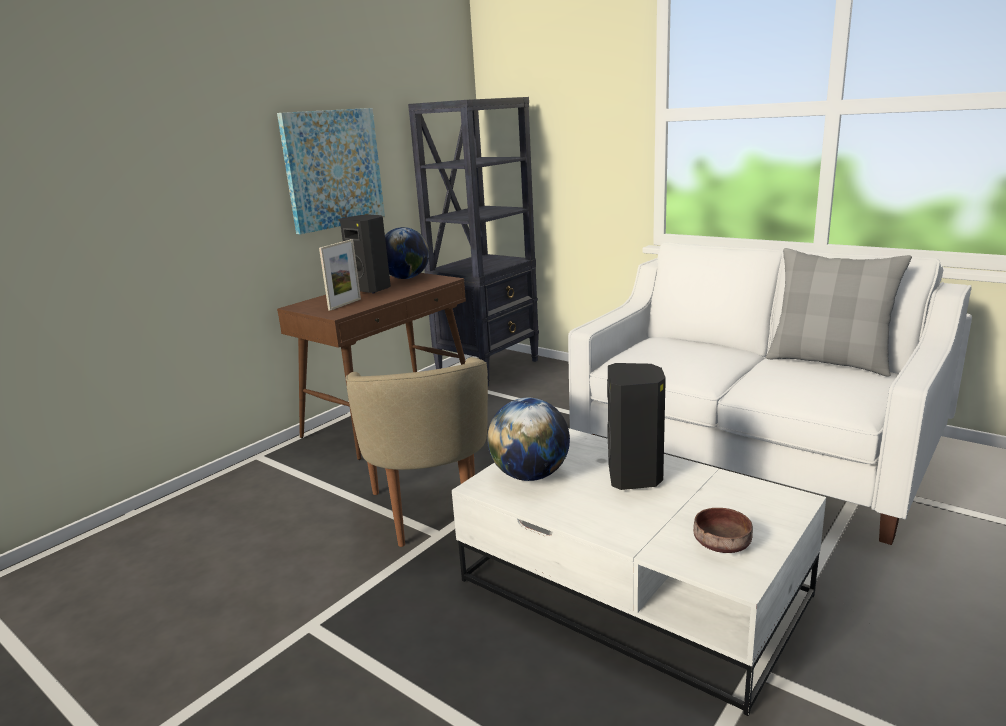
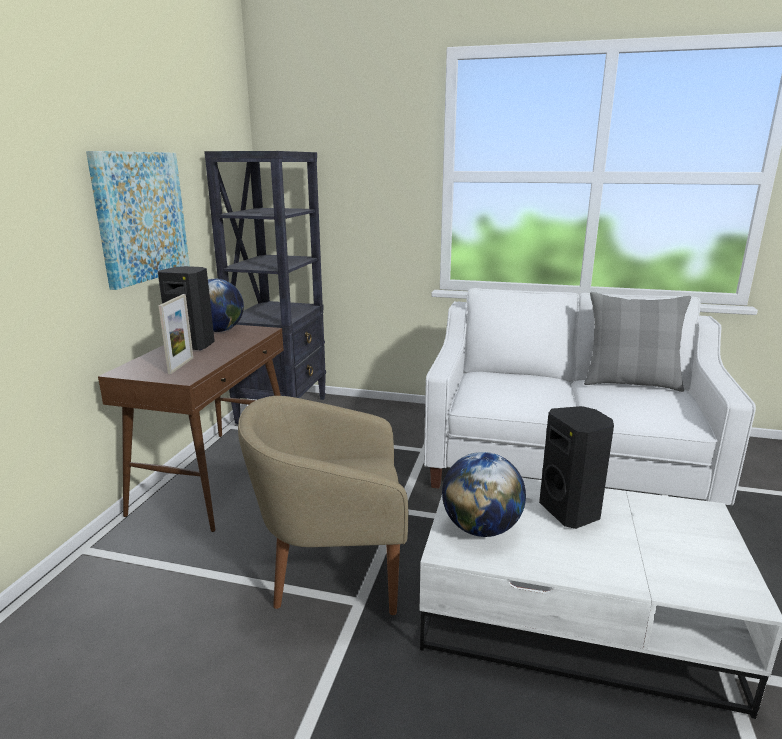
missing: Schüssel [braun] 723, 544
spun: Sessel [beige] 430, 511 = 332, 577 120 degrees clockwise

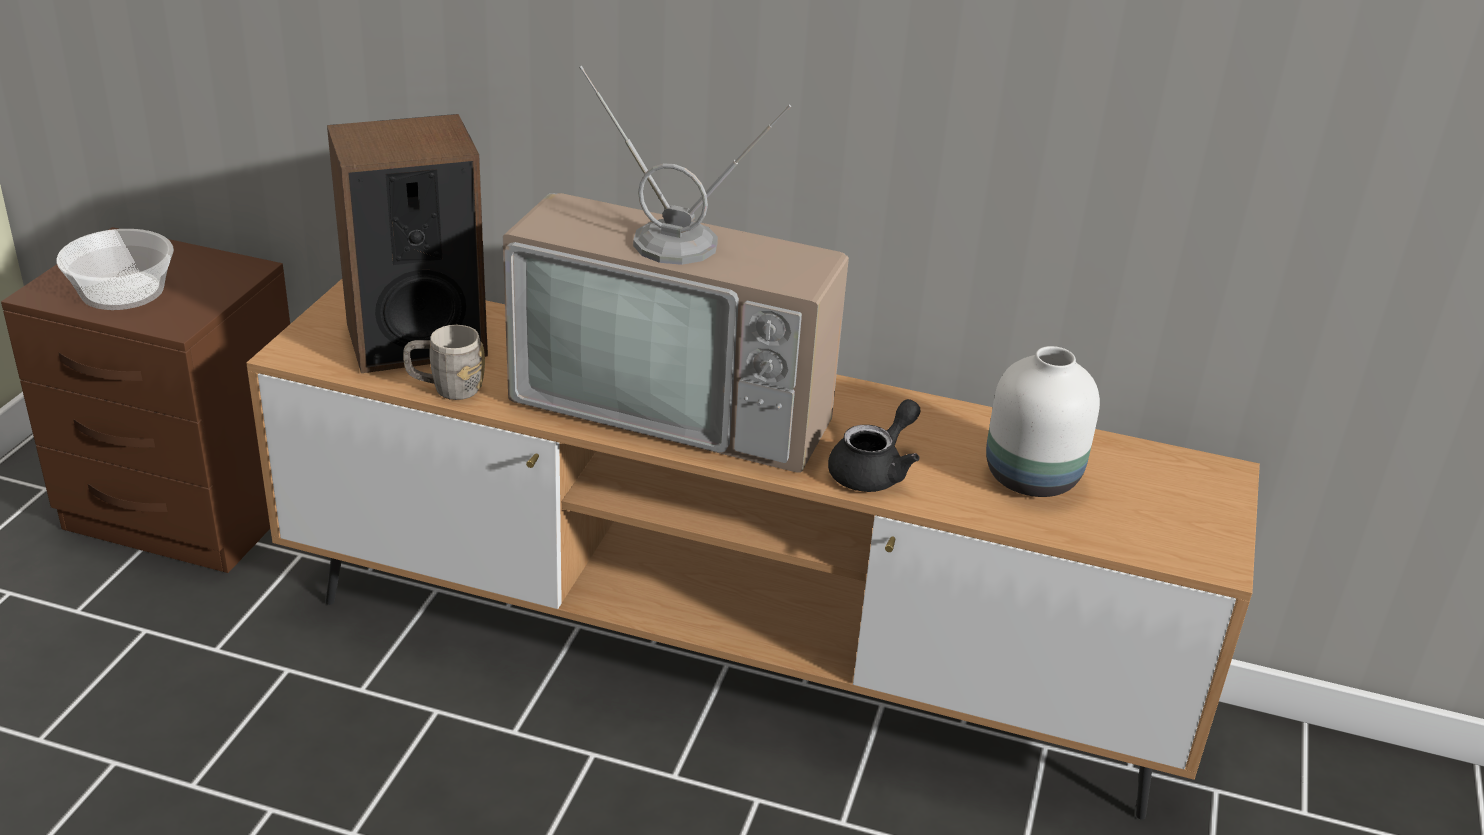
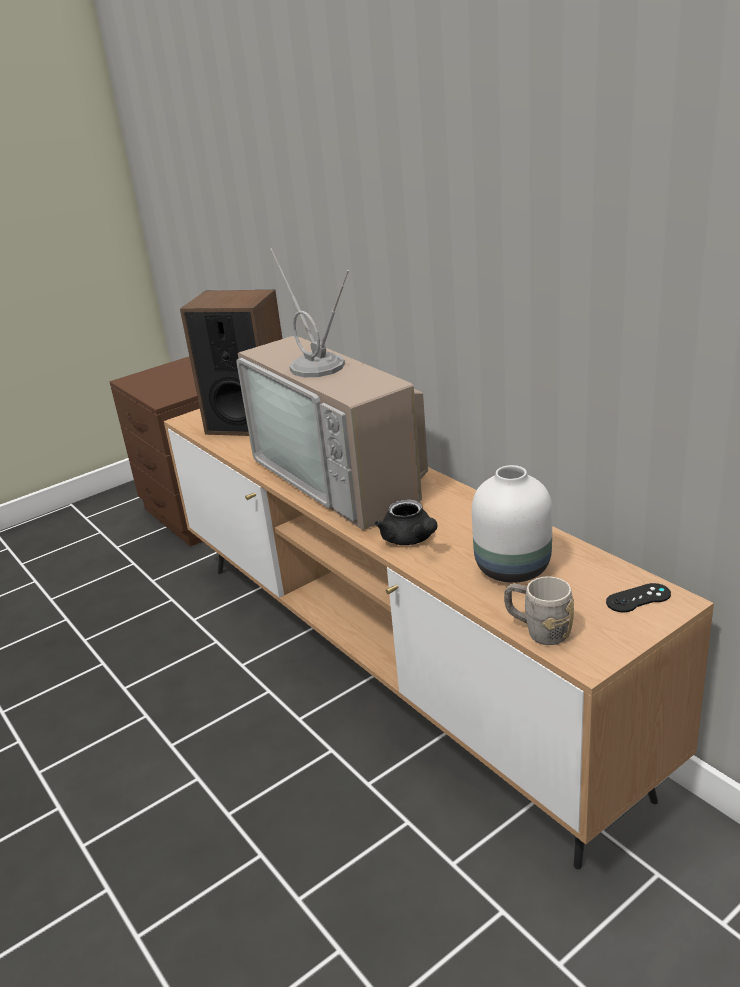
missing: Schüssel 121, 290
appeared: Gamepad [schwarz] 638, 598
relocated: Henkelbecher [grau] 446, 389 to 538, 631
spun: Teekanne [schwarz] 874, 471 = 410, 539 75 degrees clockwise

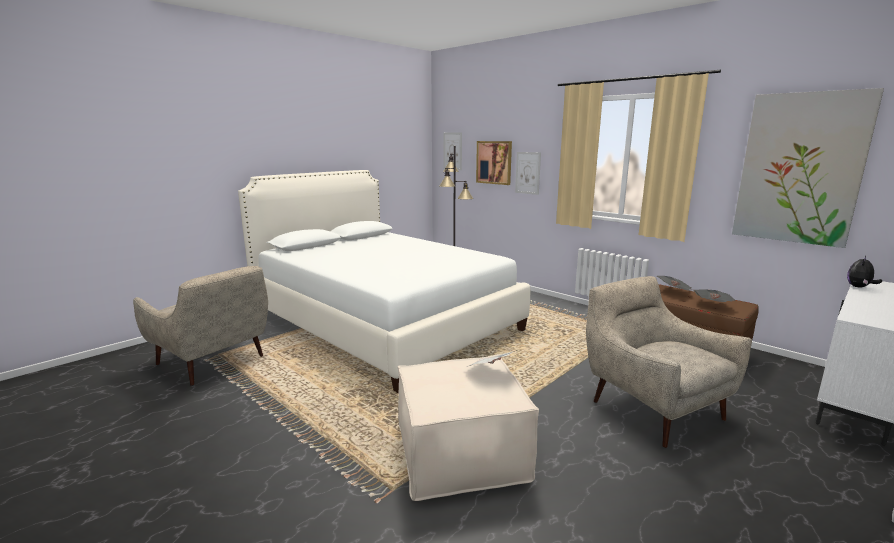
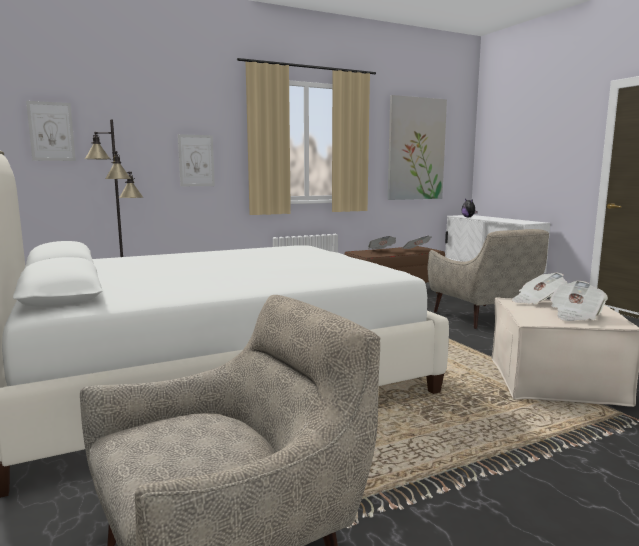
missing: Bild 494, 162
appeared: Zeitung 575, 315
spun: Sessel [beige] 651, 407 = 483, 318 105 degrees counterclockwise

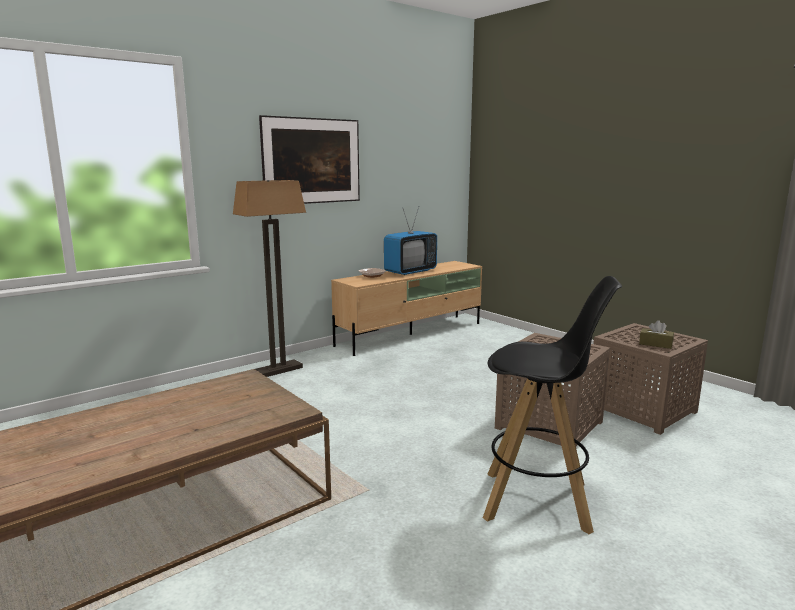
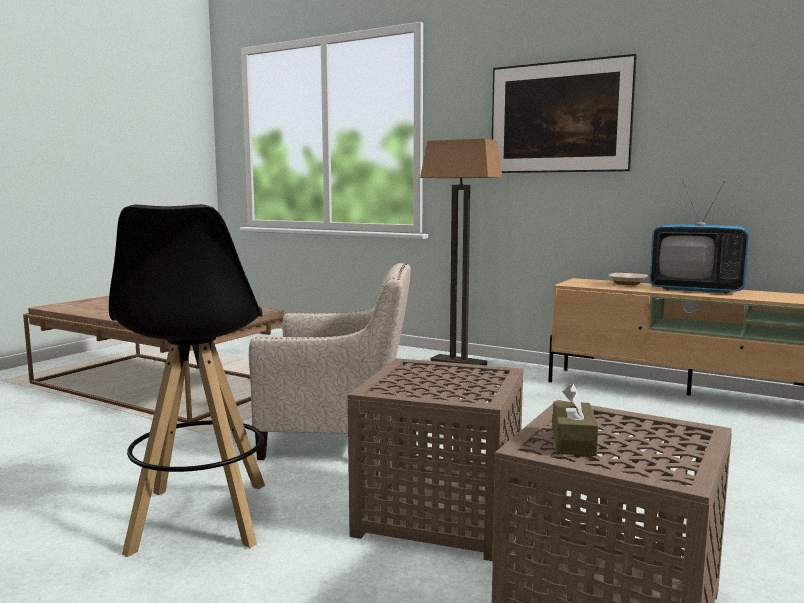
appeared: Sessel [beige] 338, 438

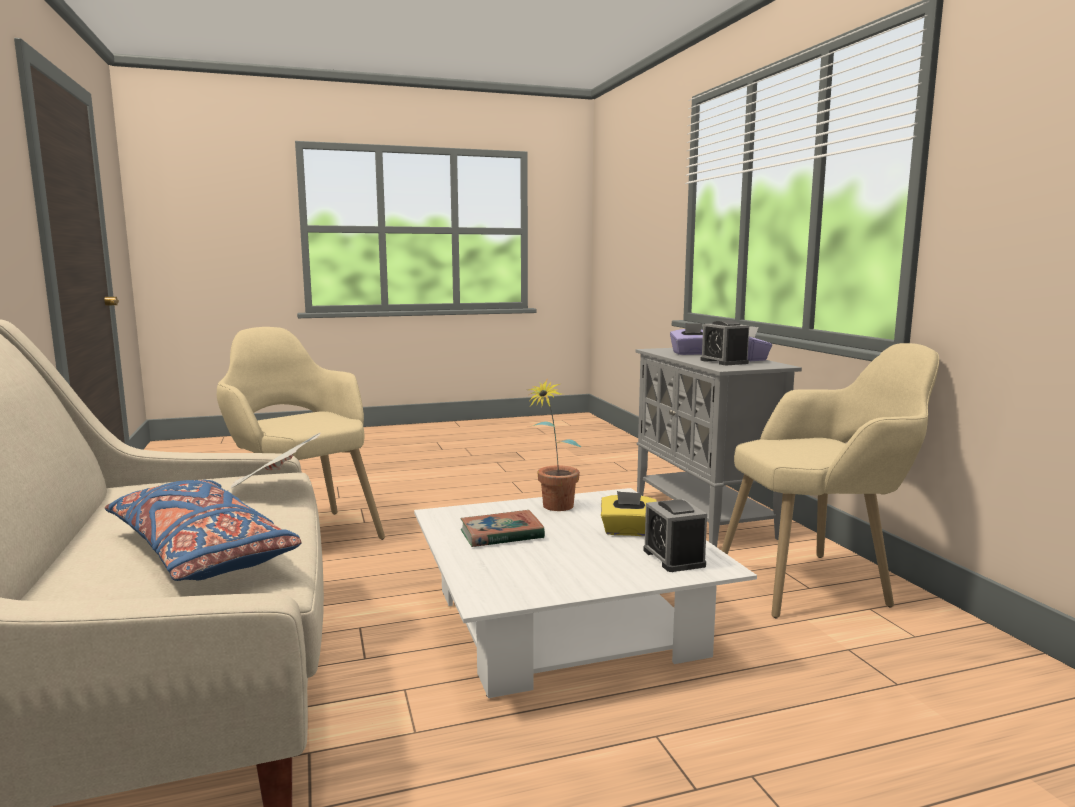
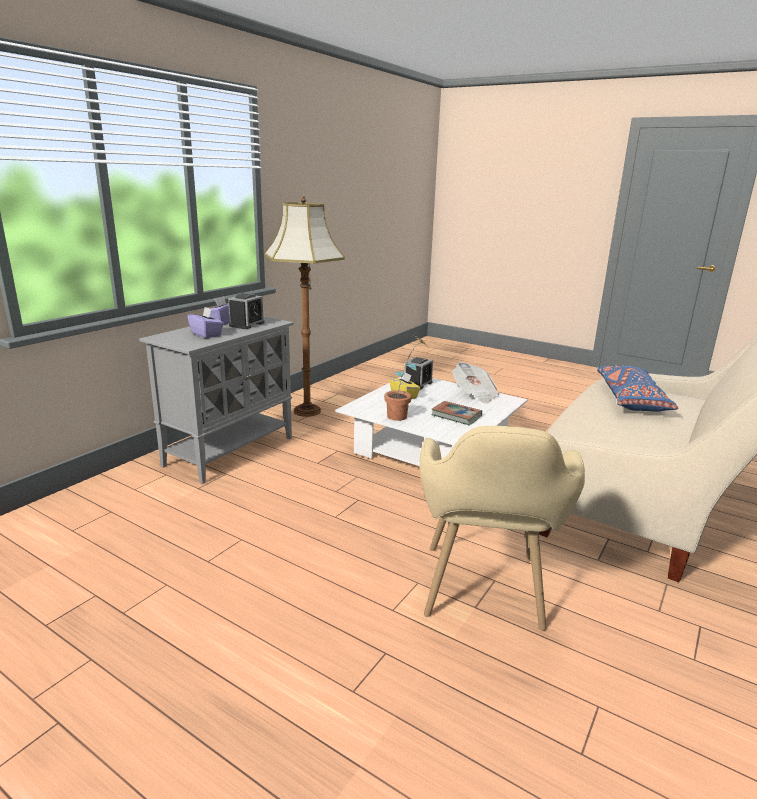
relocated: Zeitung 273, 488 to 474, 395
exchanged: Sessel [beige] 820, 583 to Stehlampe 306, 411

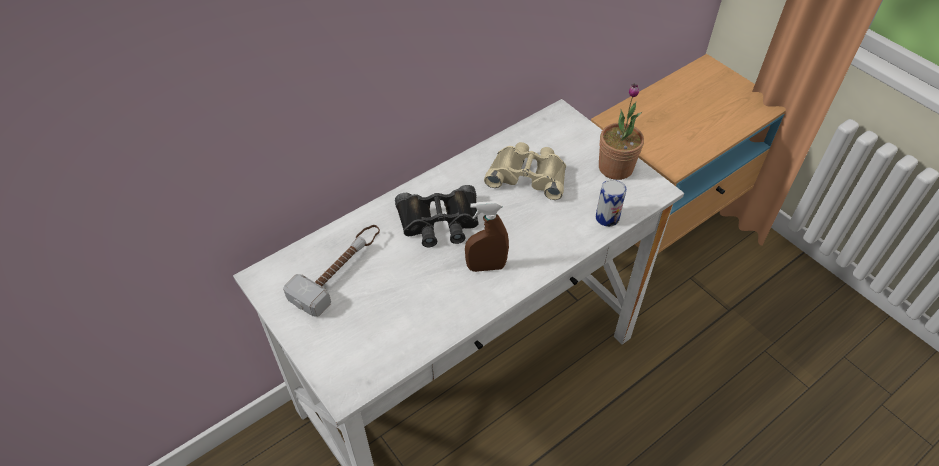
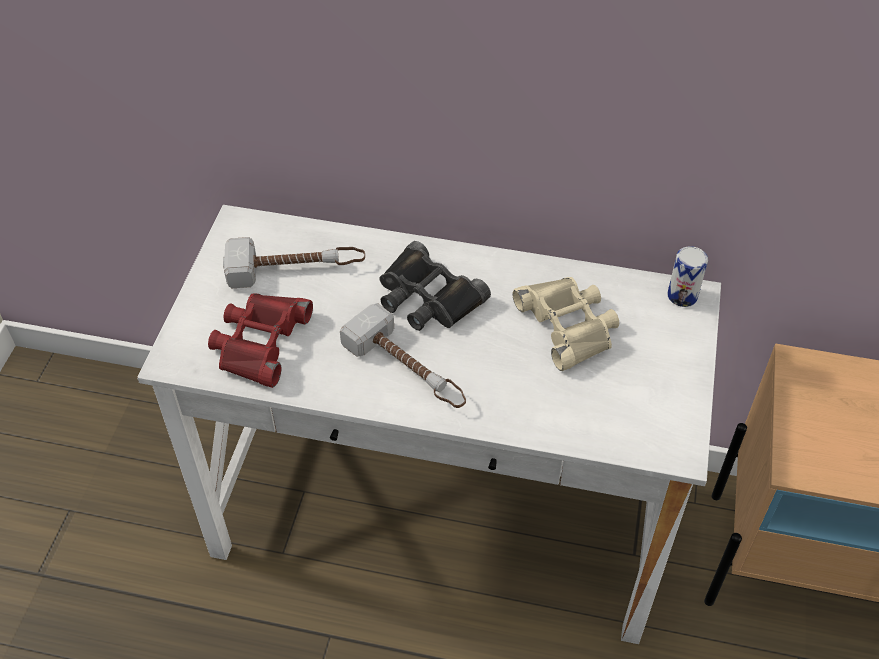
missing: Topfpflanze 615, 168
appeared: Fernglas [rot] 259, 342
relocated: Dose 607, 218 to 682, 296
exchanged: Sprühflasche [braun] 486, 267 to Hammer 408, 369

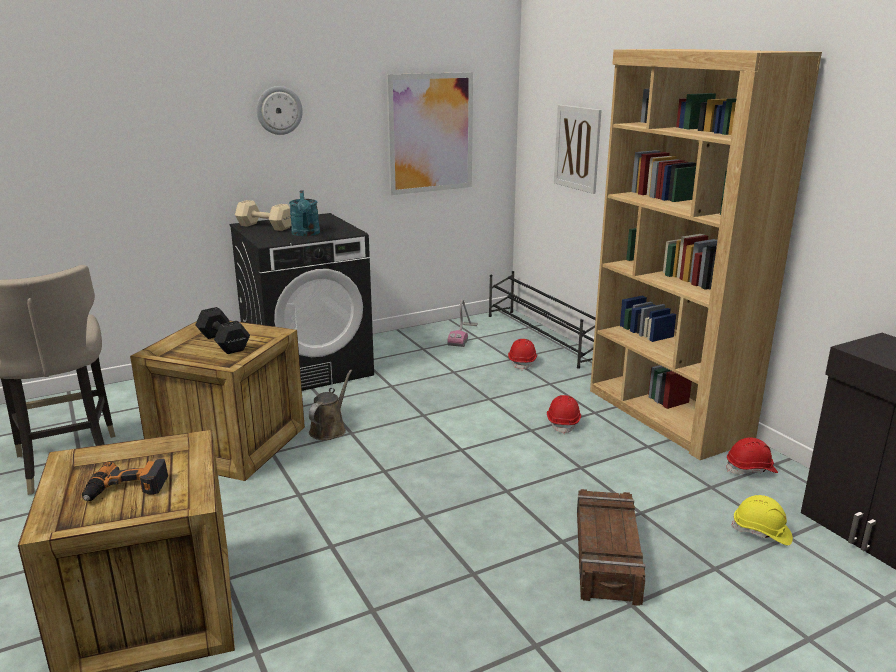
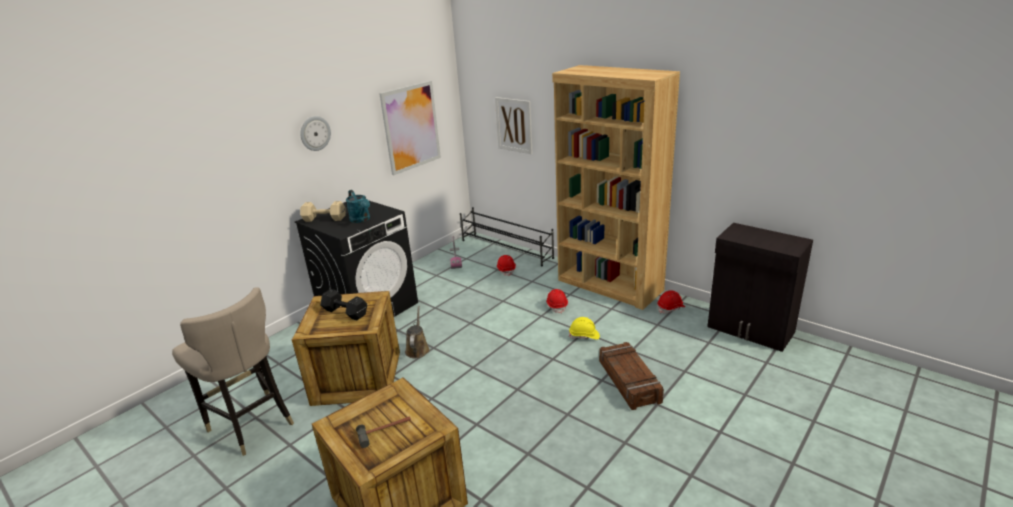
relocated: Schutzhelm [gelb] 761, 532 to 584, 336
exchanged: Bohrmaschine 126, 489 to Hammer 385, 431

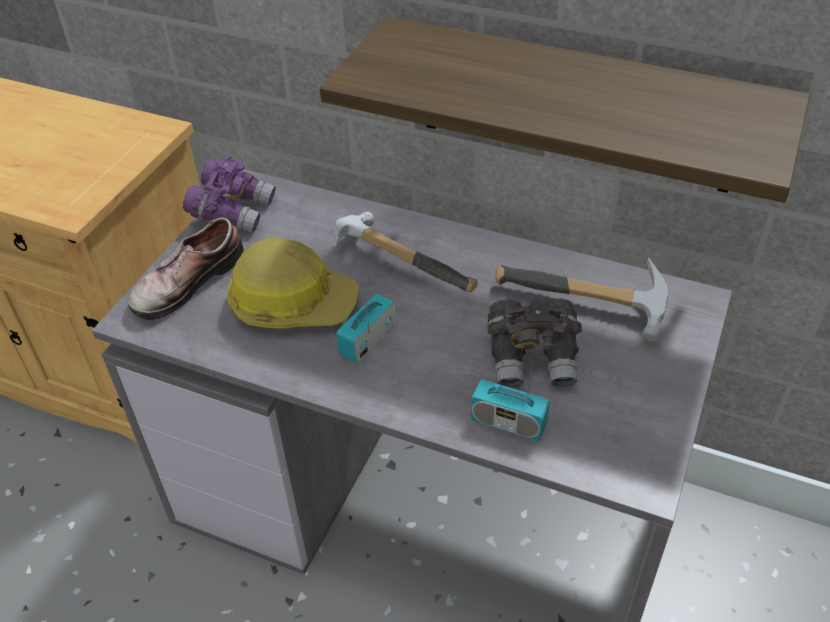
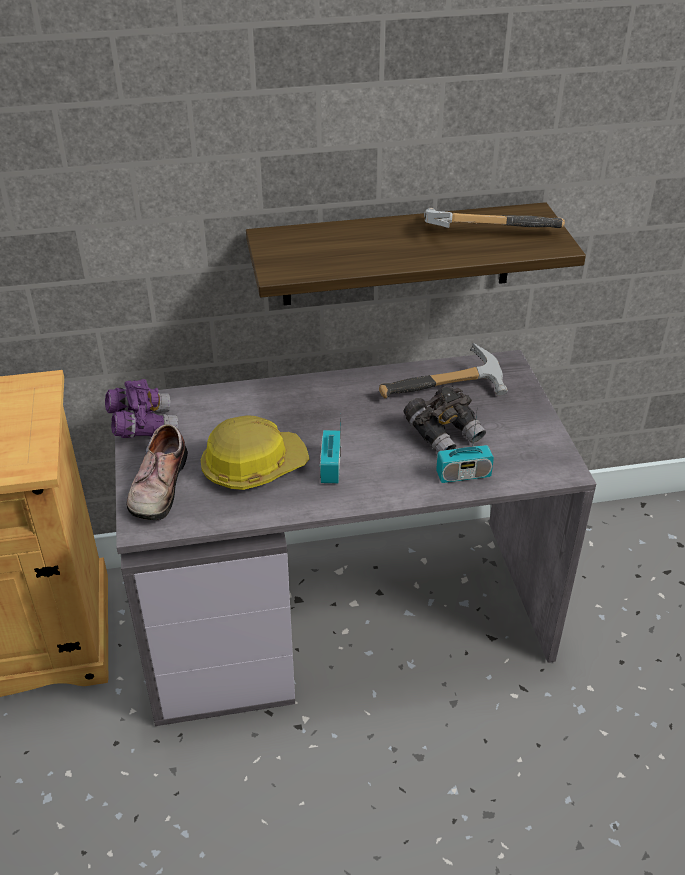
relocated: Hammer 403, 260 to 485, 231

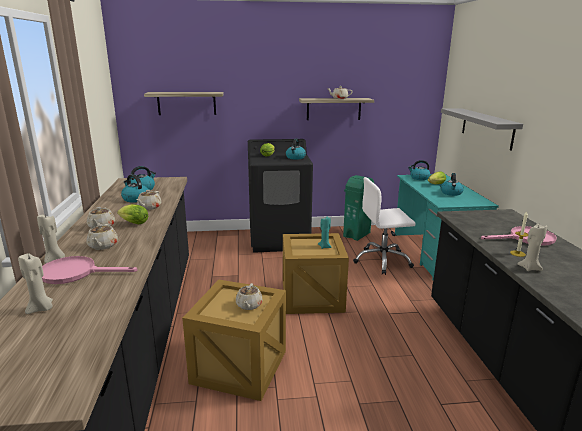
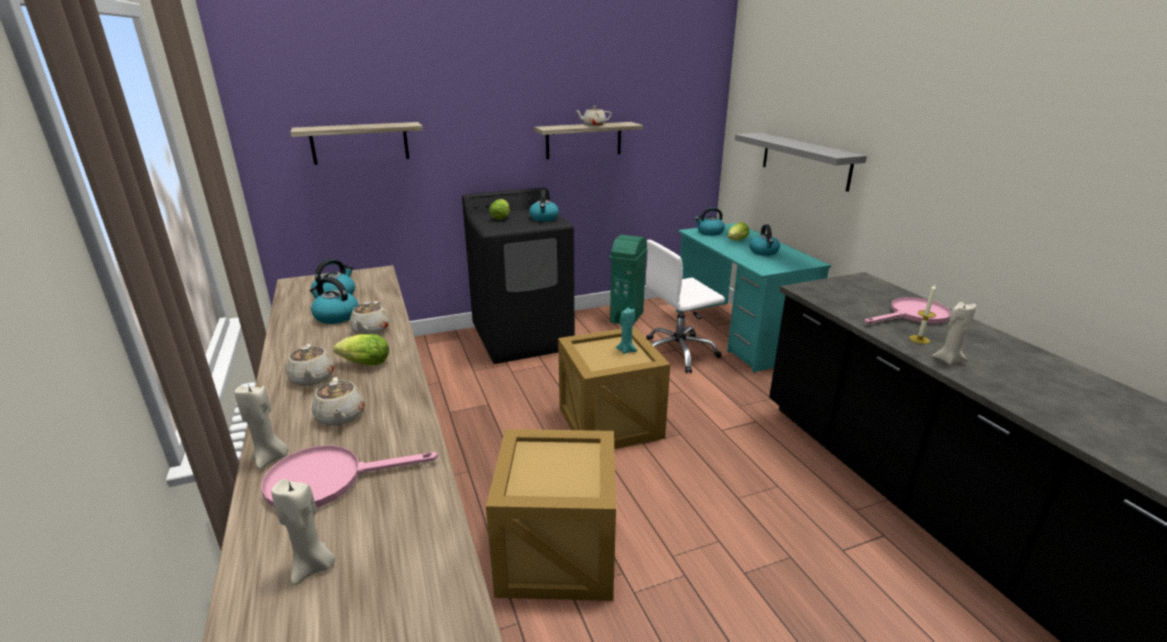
missing: Teekanne [beige] 249, 305

